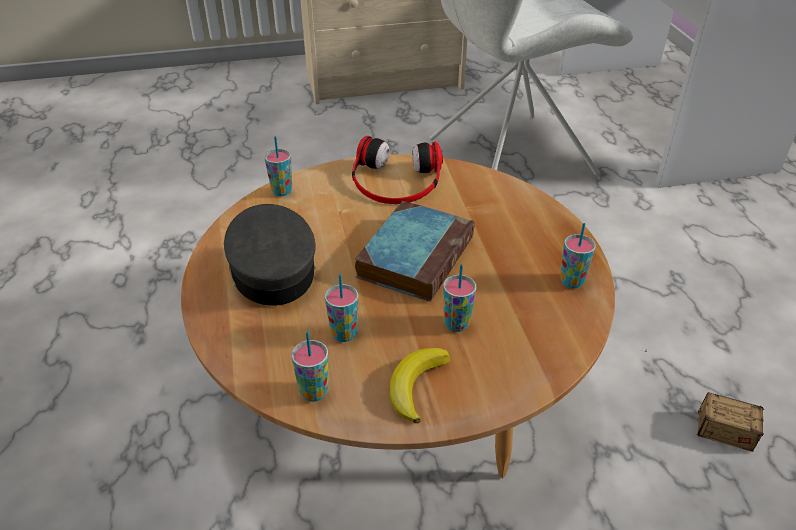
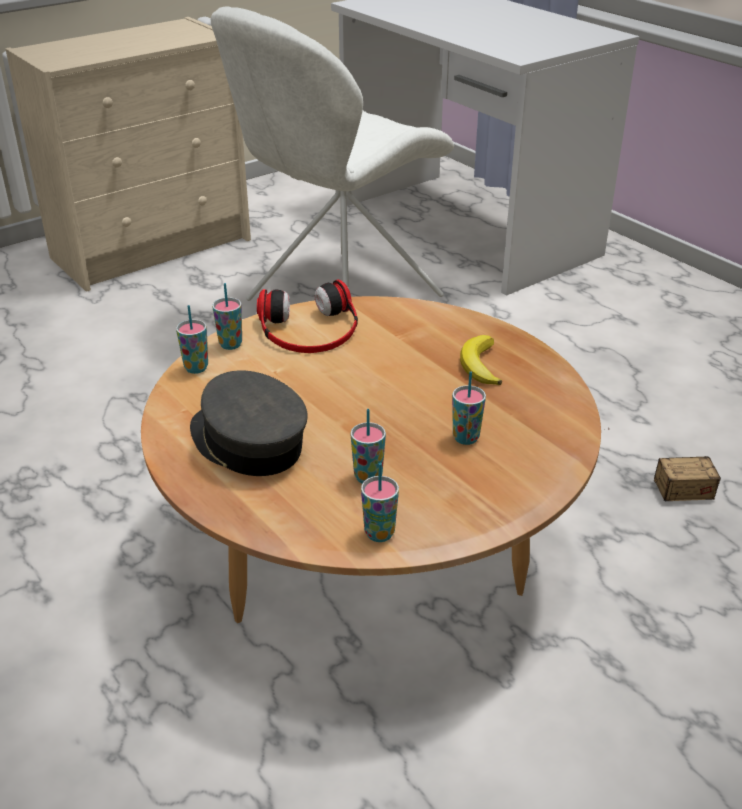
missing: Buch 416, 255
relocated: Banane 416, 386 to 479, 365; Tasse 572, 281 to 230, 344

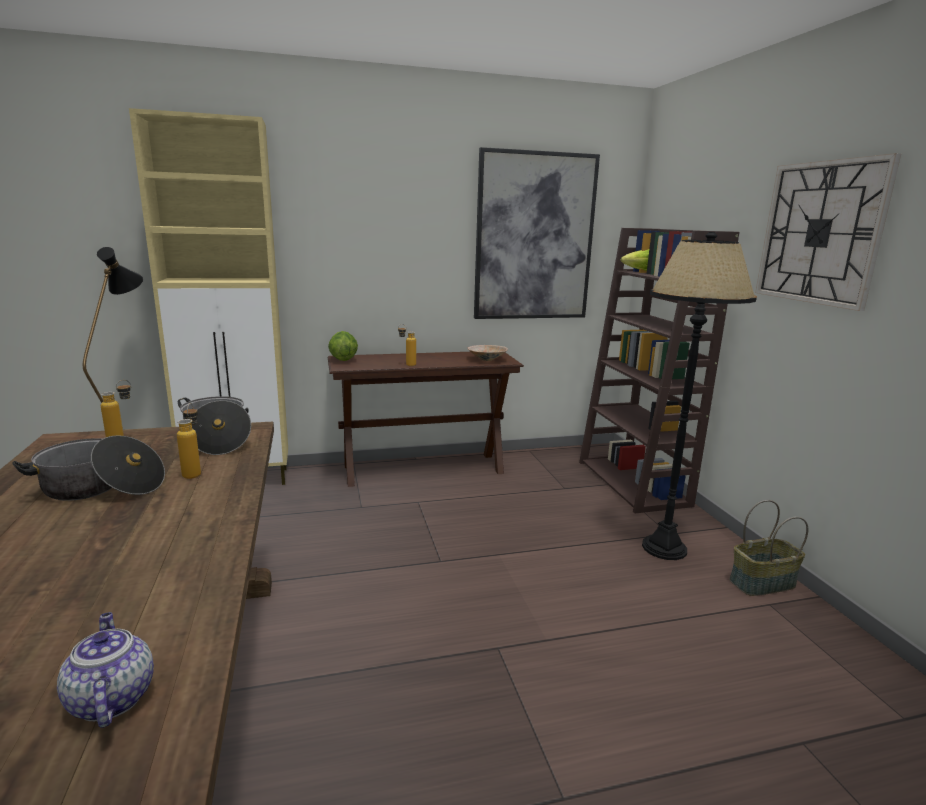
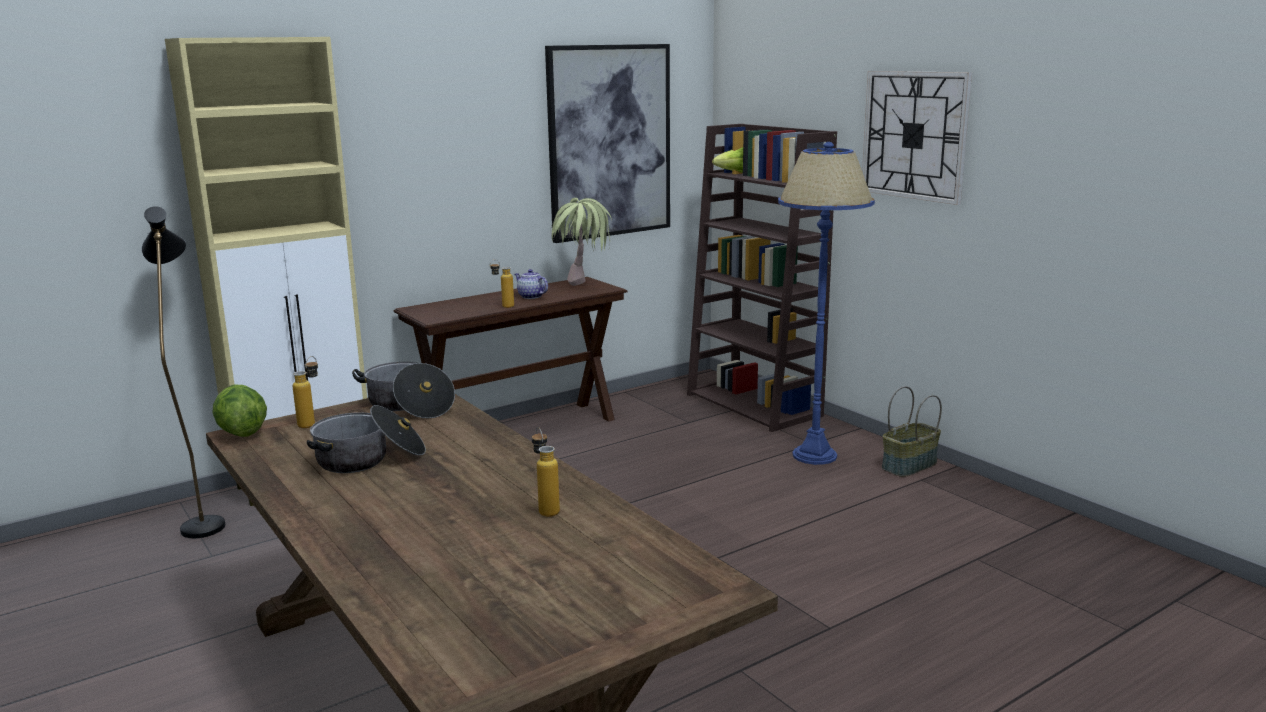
relocated: Teekanne 110, 698 to 530, 296; Flasche 194, 472 to 546, 509; Salatkopf 343, 360 to 241, 433
exchanged: Schüssel [beige] 486, 359 to Topfpflanze 582, 289
colour: Stehlampe [schwarz] 664, 548 to Stehlampe [blau] 815, 456

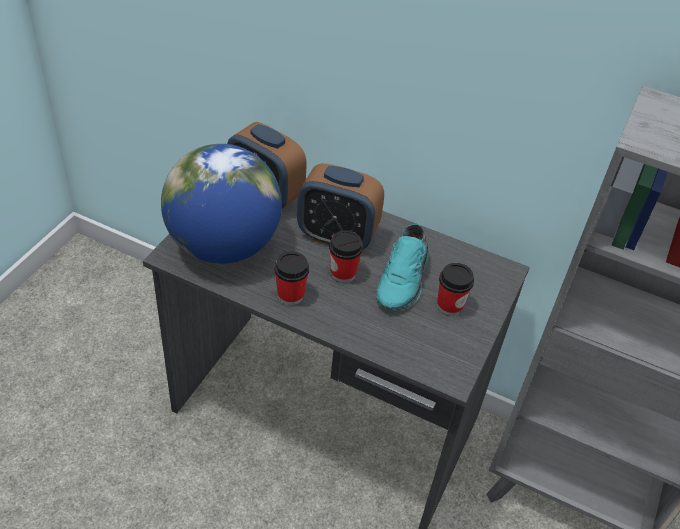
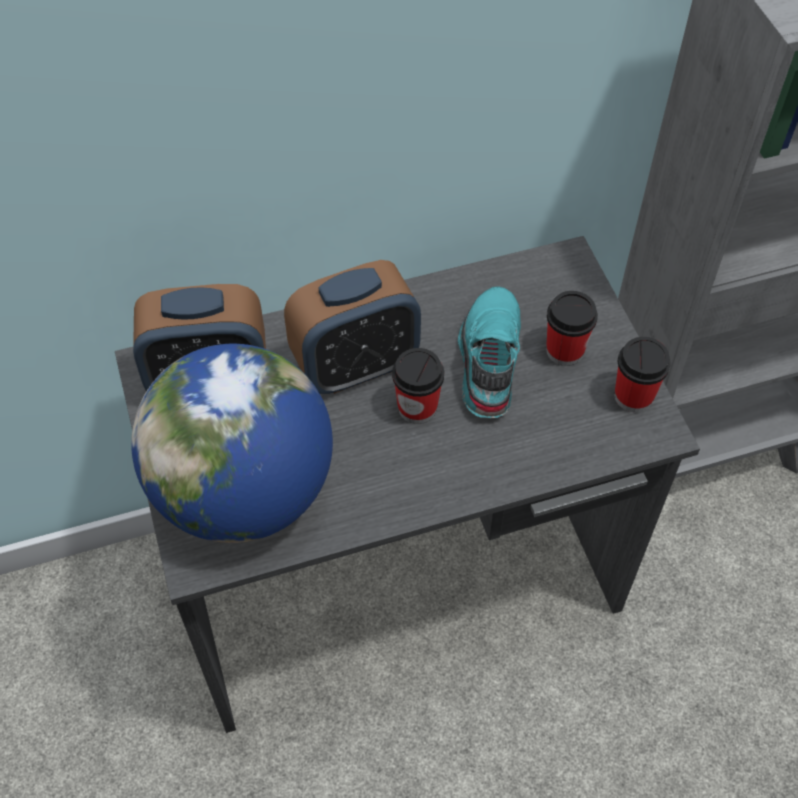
relocated: Tasse 290, 295 to 633, 396
spun: Schuh [türkis] 404, 280 = 487, 359 150 degrees counterclockwise

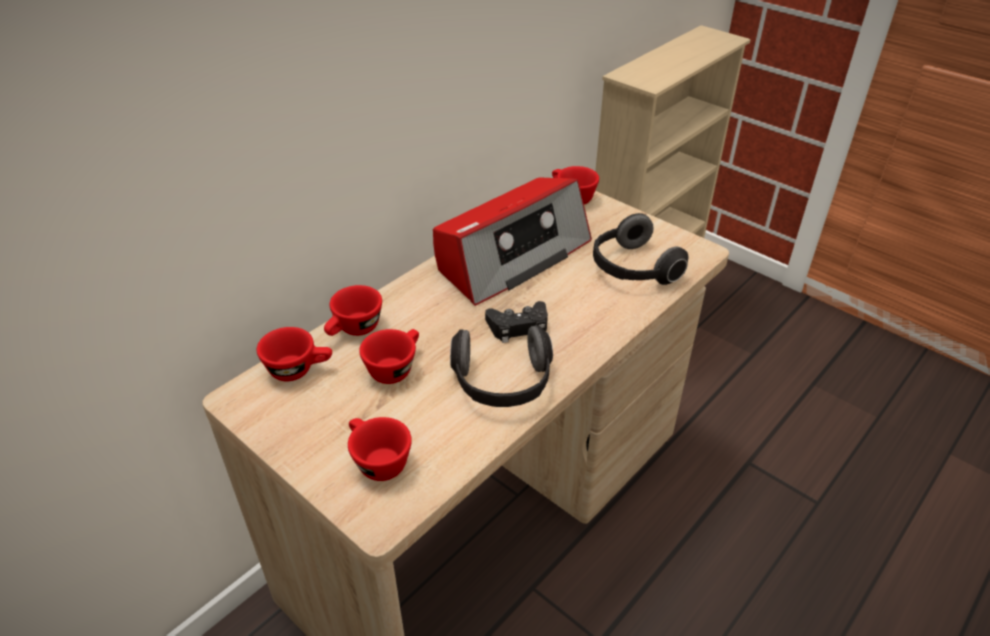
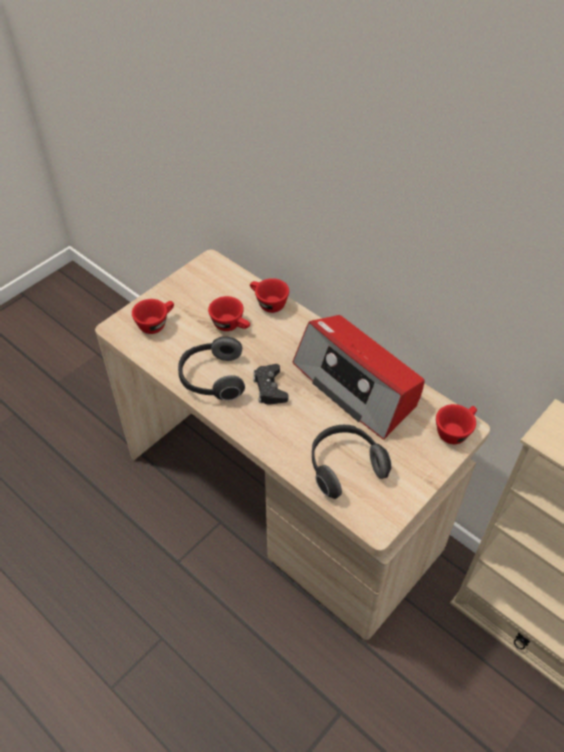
missing: Tasse [rot] 299, 369

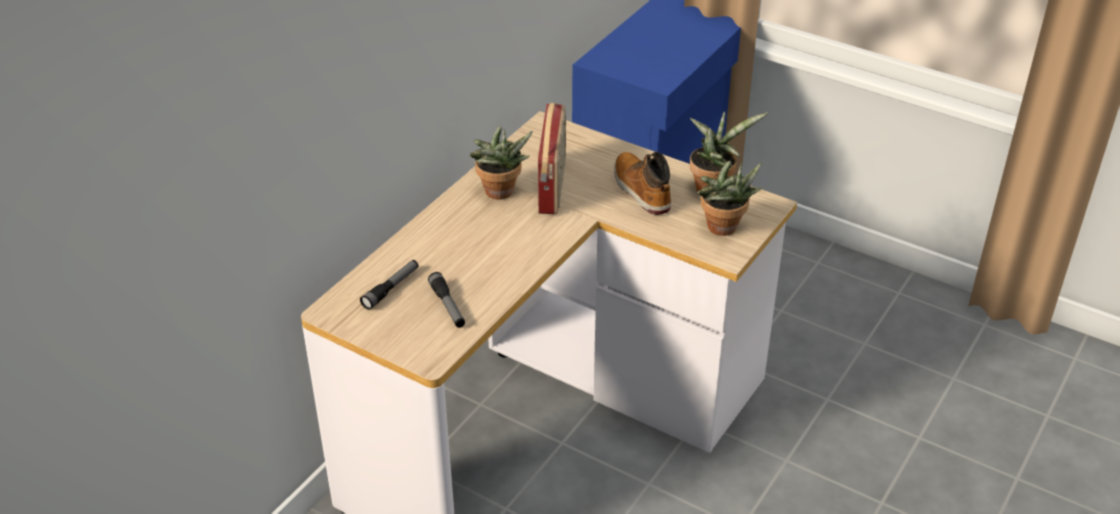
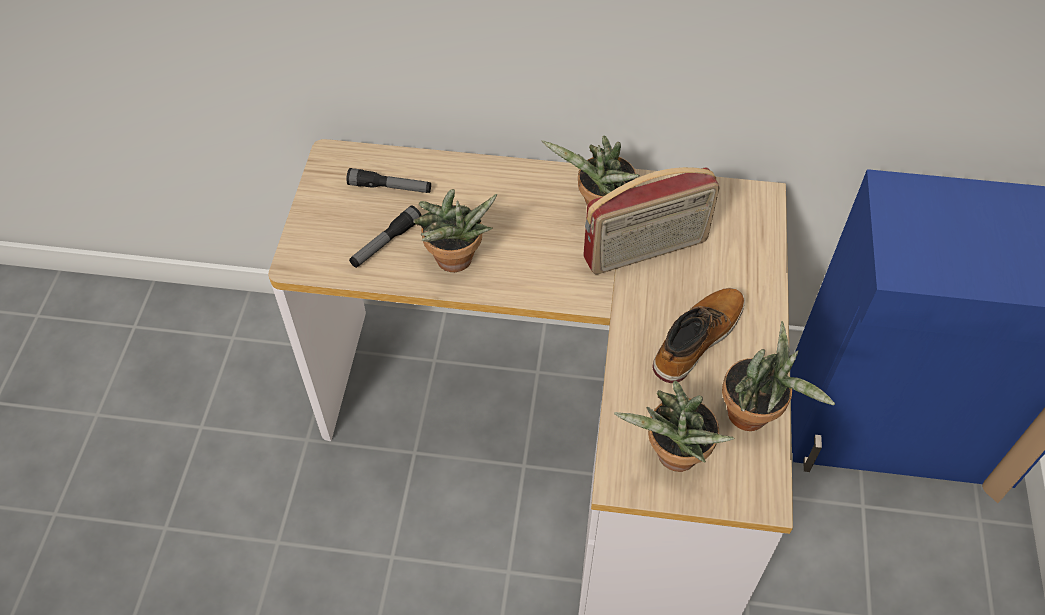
appeared: Topfpflanze 455, 263

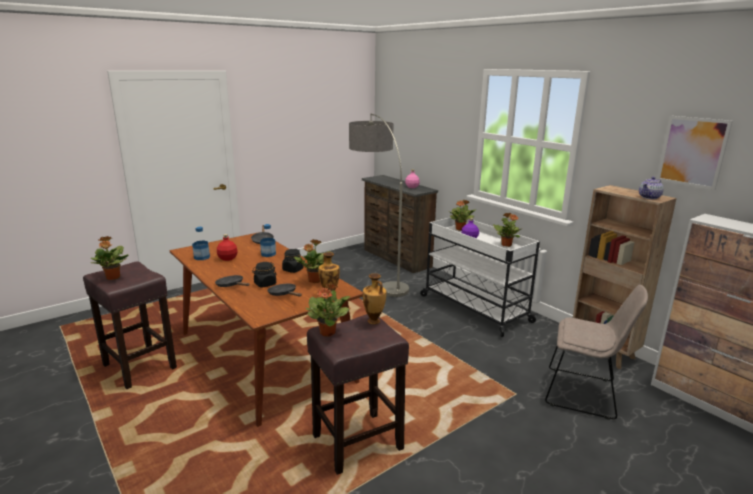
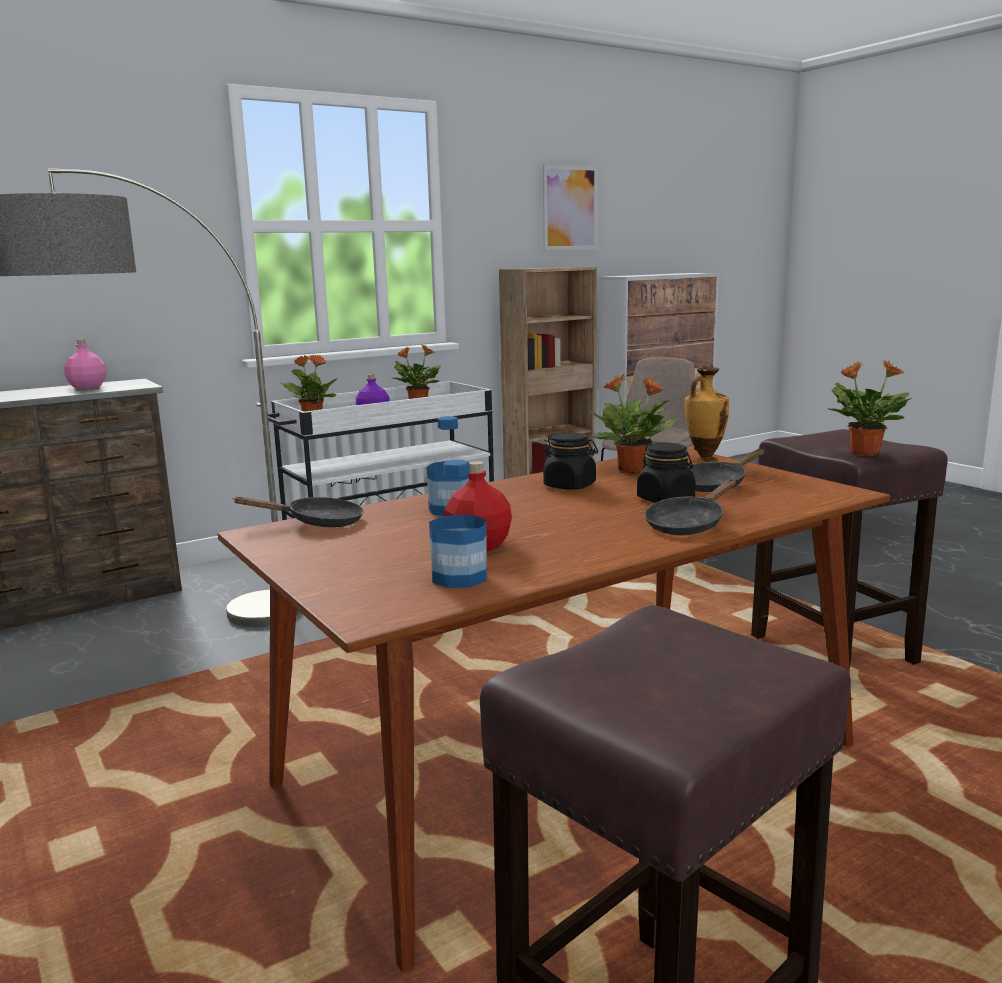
missing: Topfpflanze 113, 278; Vase 374, 321; Teekanne 649, 197

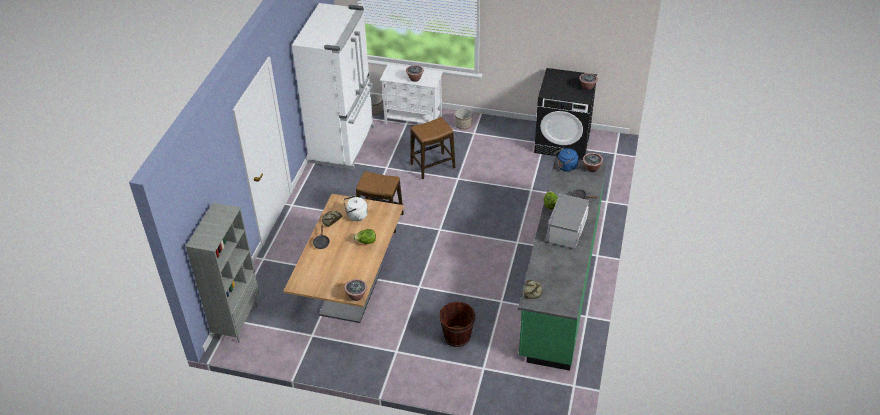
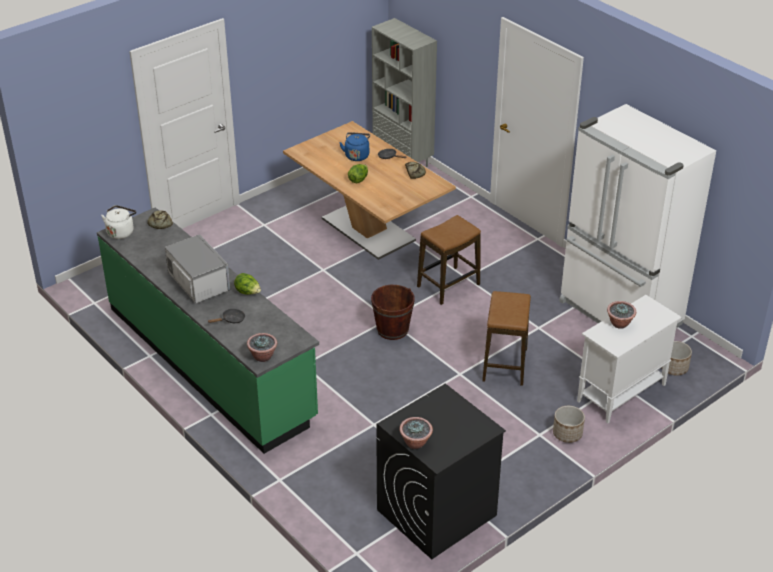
missing: Topfpflanze 356, 296
relocated: Wasserkessel [weiß] 356, 216 to 121, 232; Eimer [braun] 457, 337 to 392, 329; Wasserkessel [blau] 566, 167 to 357, 155

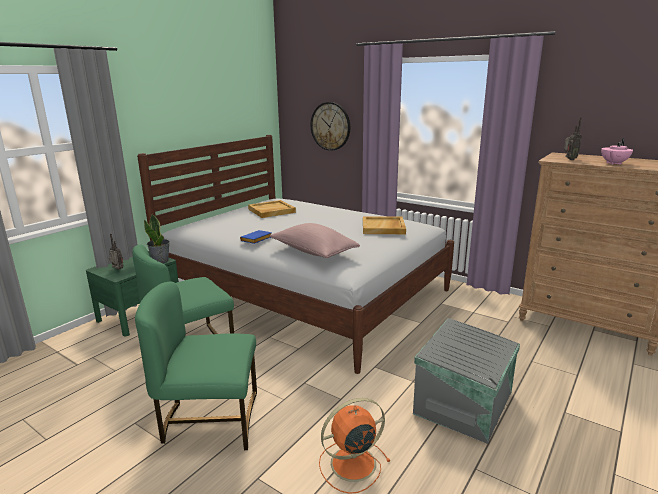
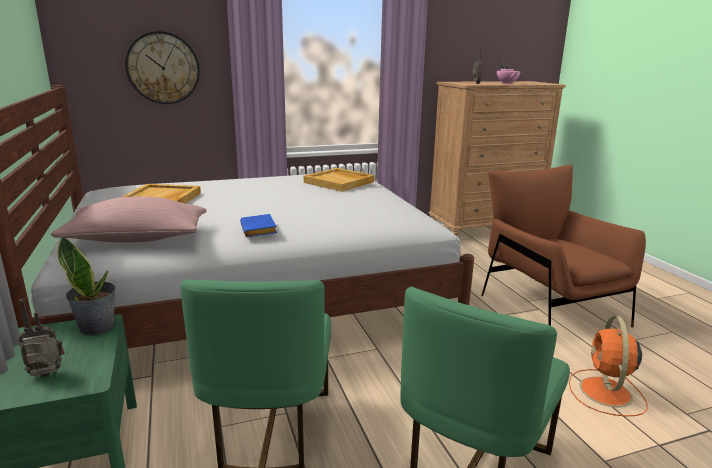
relocated: Kissen [rosa] 313, 252 to 137, 240
exchanged: Aufbewahrungsbox [grau] 465, 403 to Sessel [braun] 549, 308

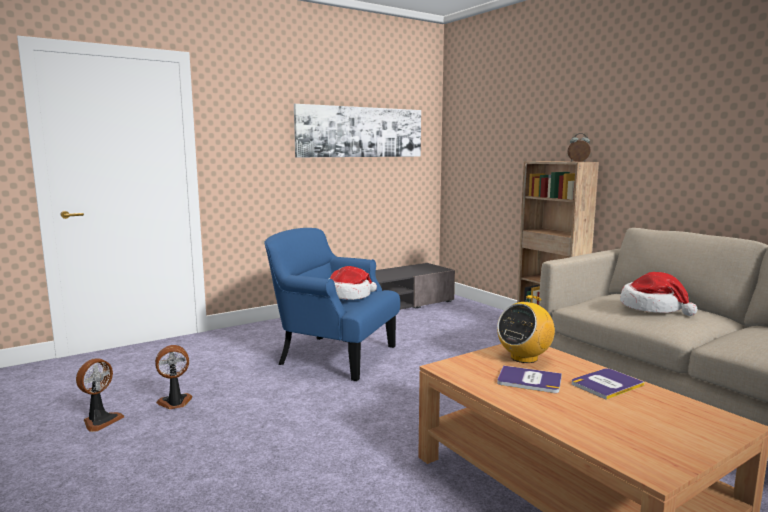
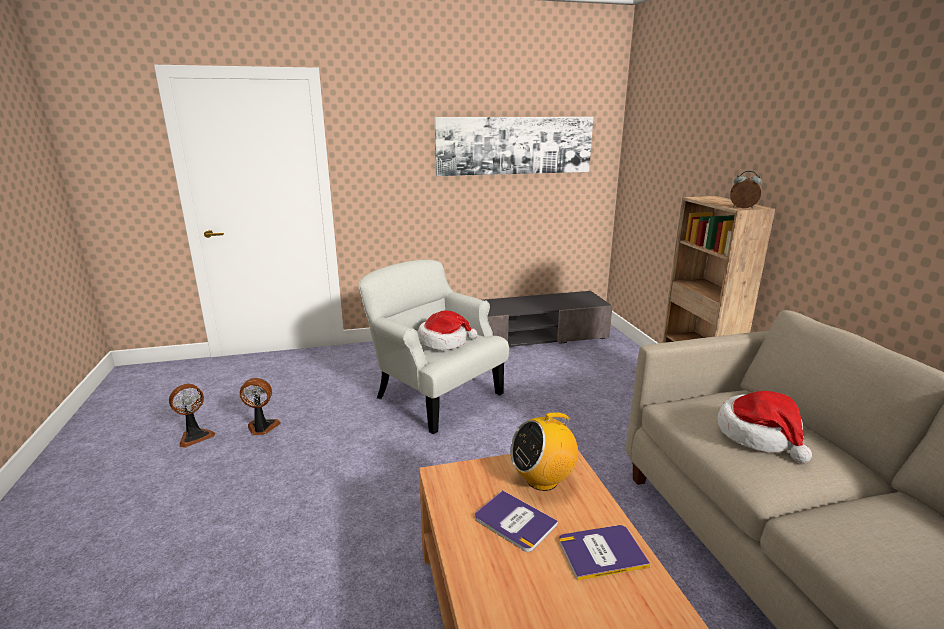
colour: Sessel [blau] 334, 355 to Sessel [weiß] 434, 395

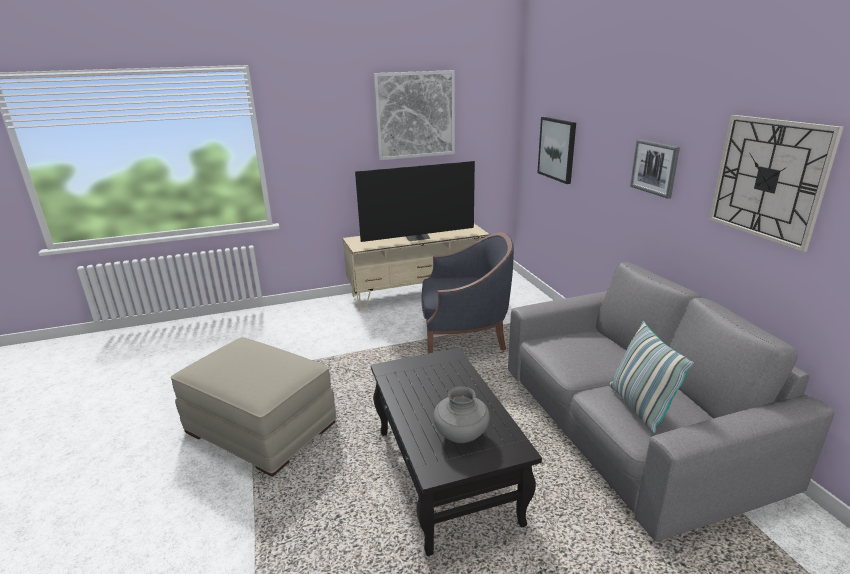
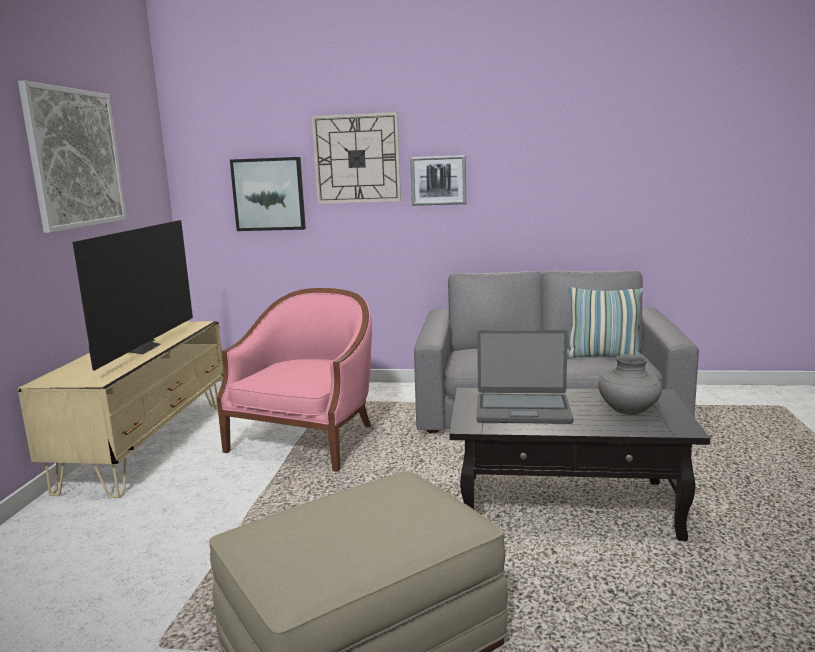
appeared: Laptop 522, 409
relocated: Wanduhr 768, 179 to 357, 158
colour: Sessel [blau] 463, 336 to Sessel [rosa] 308, 440

